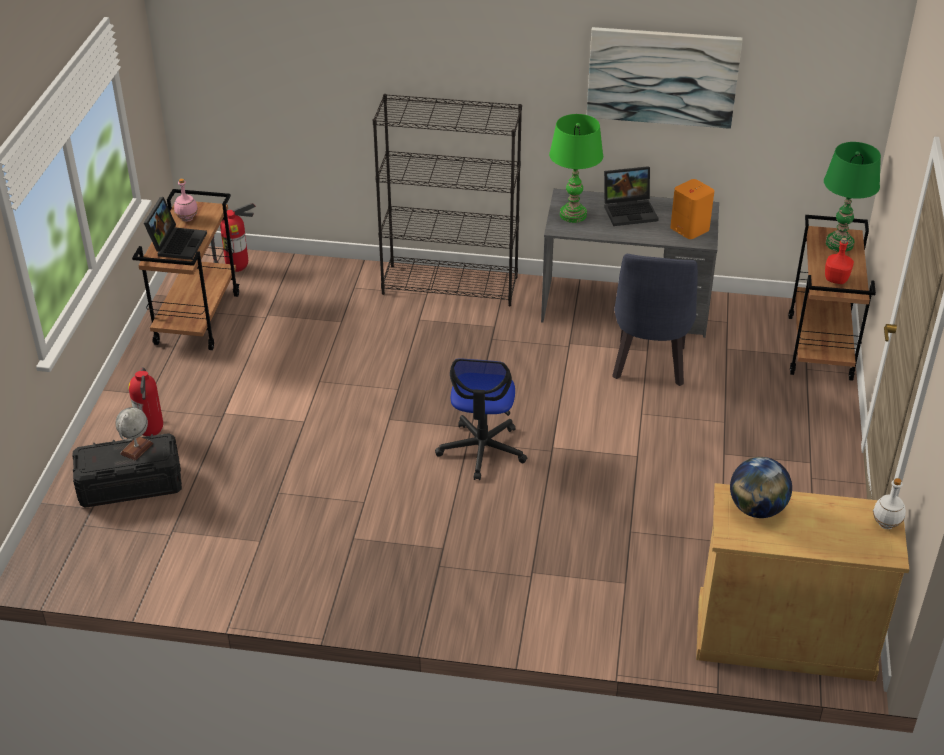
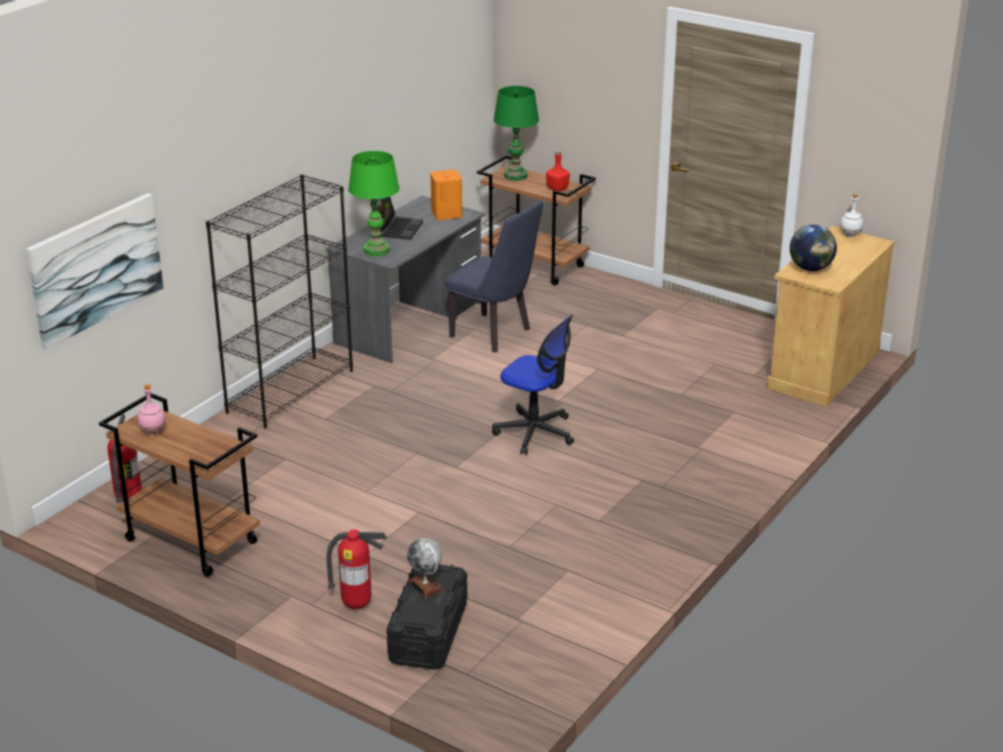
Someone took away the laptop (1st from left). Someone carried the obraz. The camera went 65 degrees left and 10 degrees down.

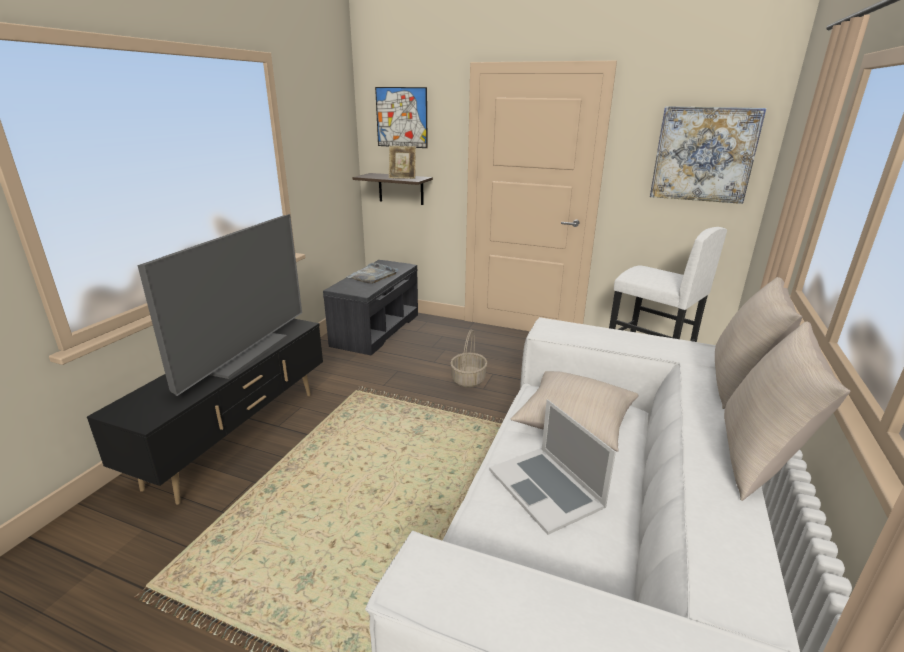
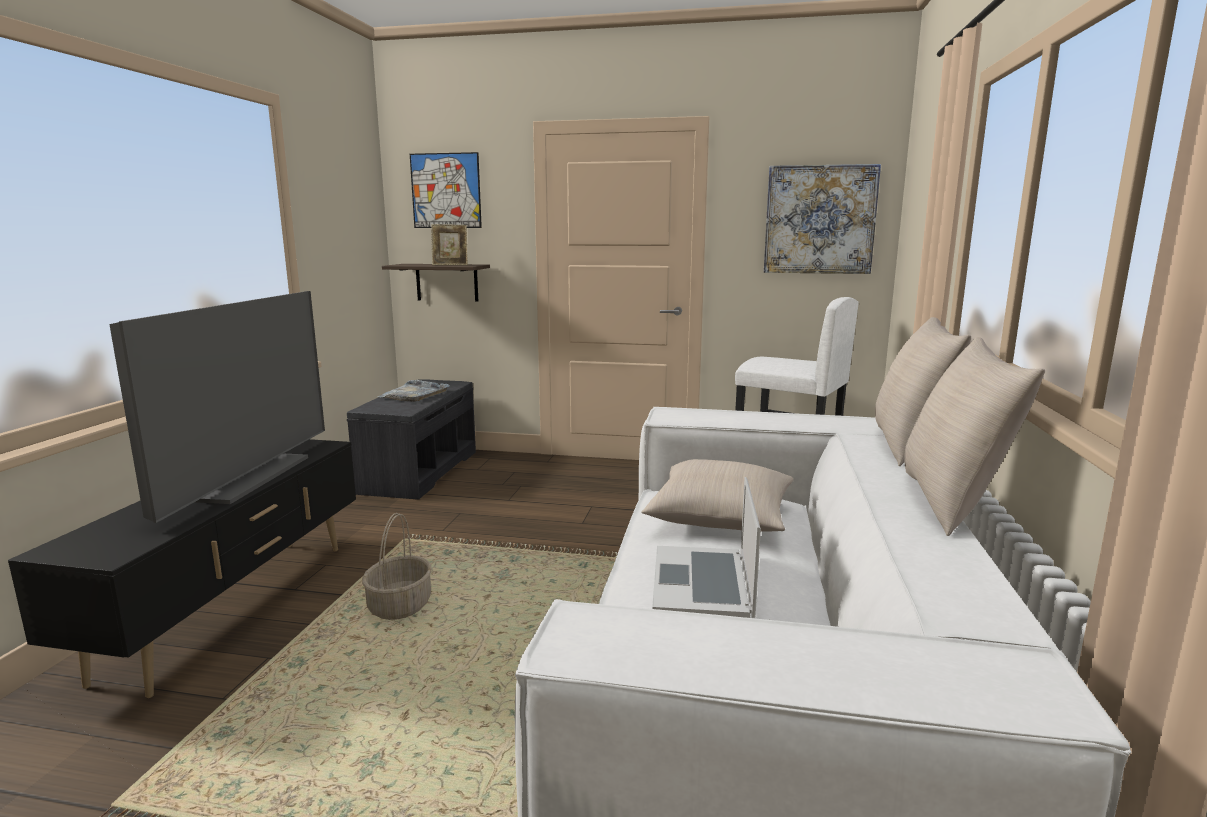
Someone carried the koszyk. Someone rotated the laptop by 45 degrees clockwise. The camera went 10 degrees left and 10 degrees down.

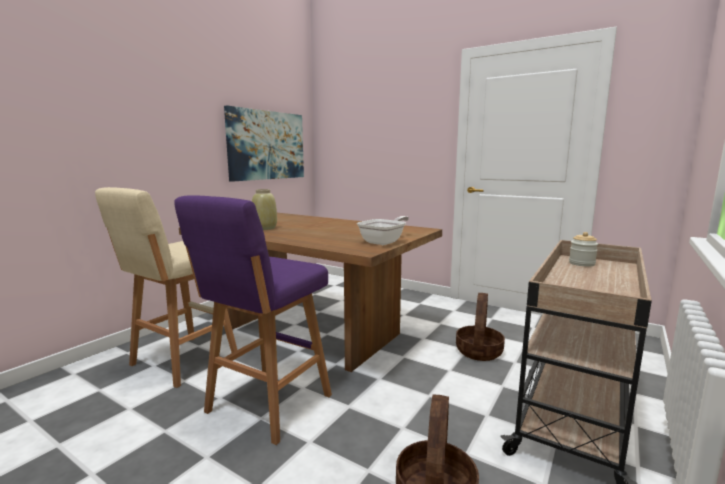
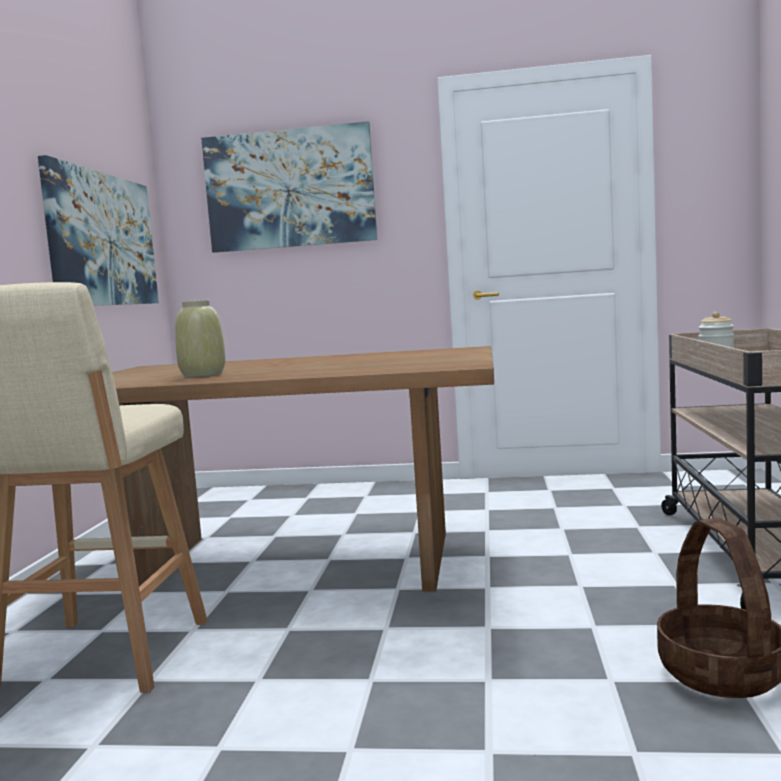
Someone took away the stołek/fioletowy. Someone took away the patelnia. Someone took away the koszyk (2nd from left). Someone put up the obraz (2nd from left). The camera went 25 degrees left and 5 degrees down.

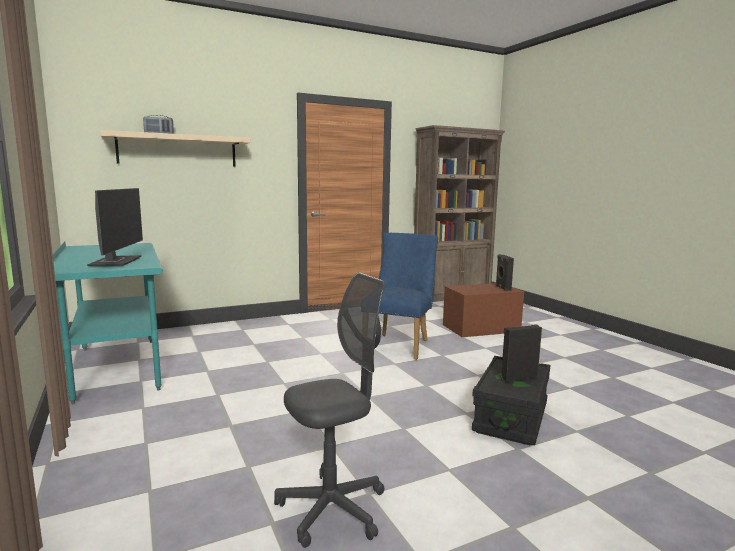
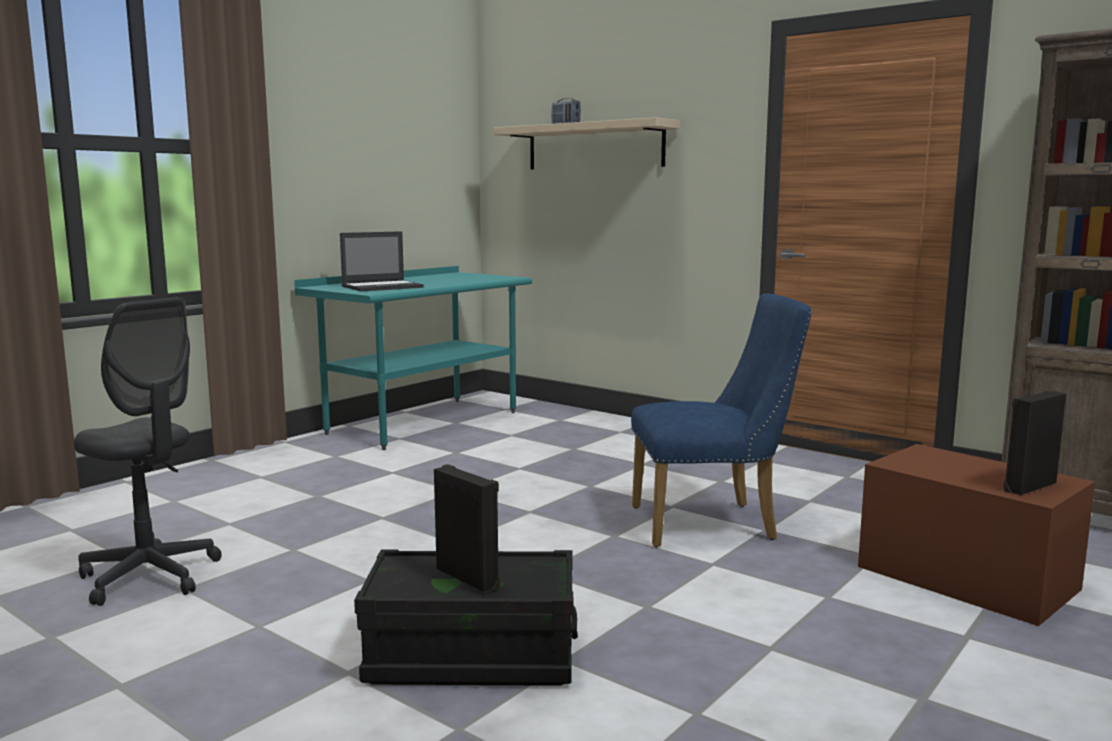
Someone swapped the monitor for the laptop. The camera went 65 degrees right and 0 degrees up.

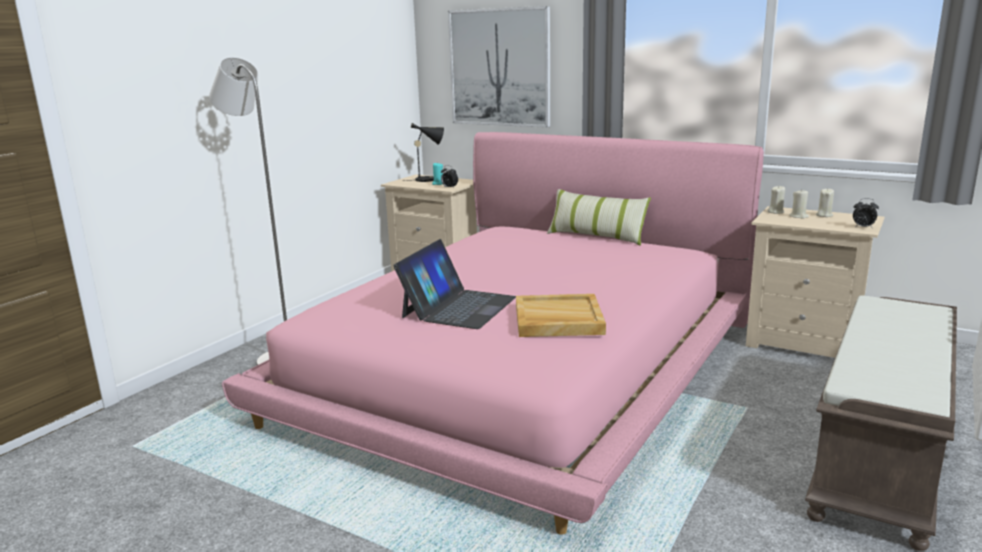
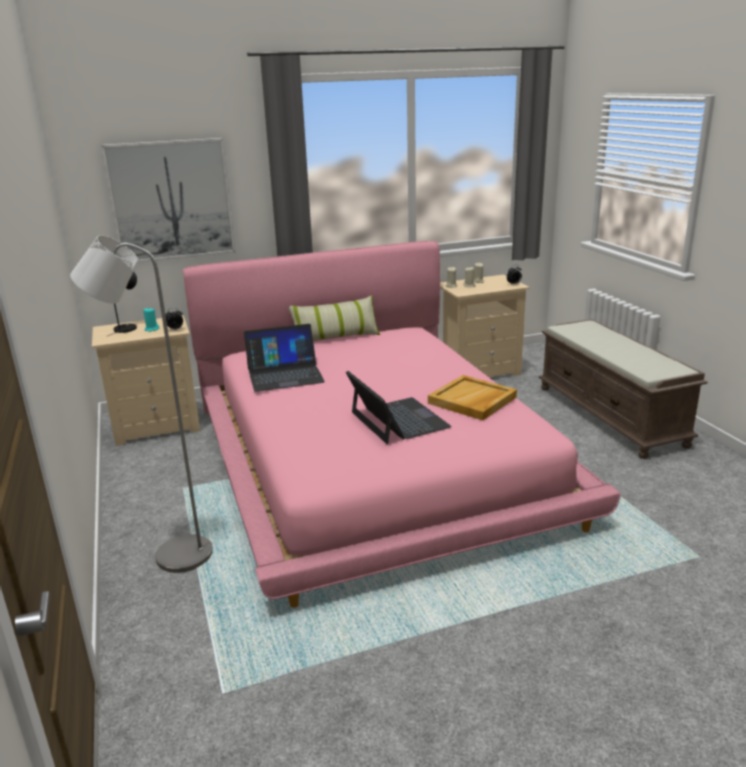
Someone put down the laptop (1st from left). The camera went 50 degrees left and 5 degrees up.

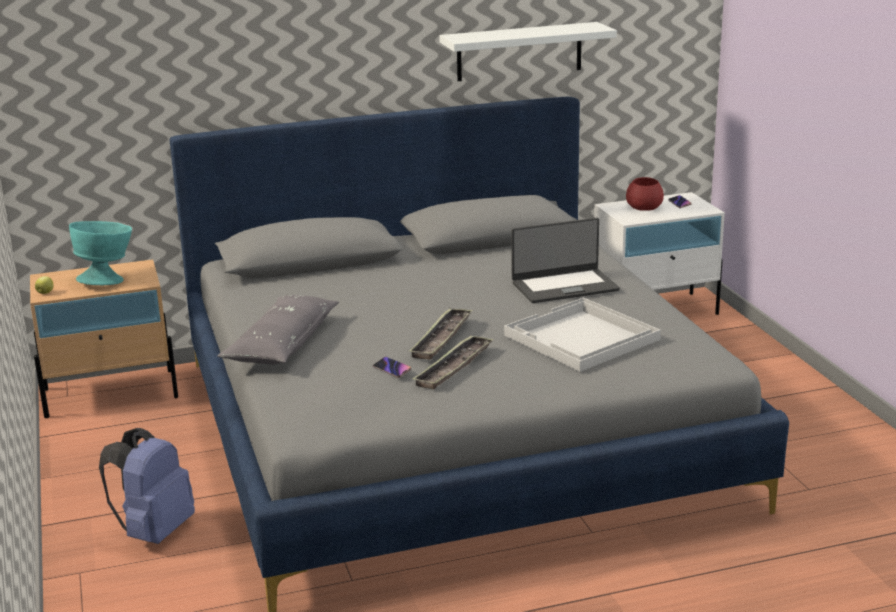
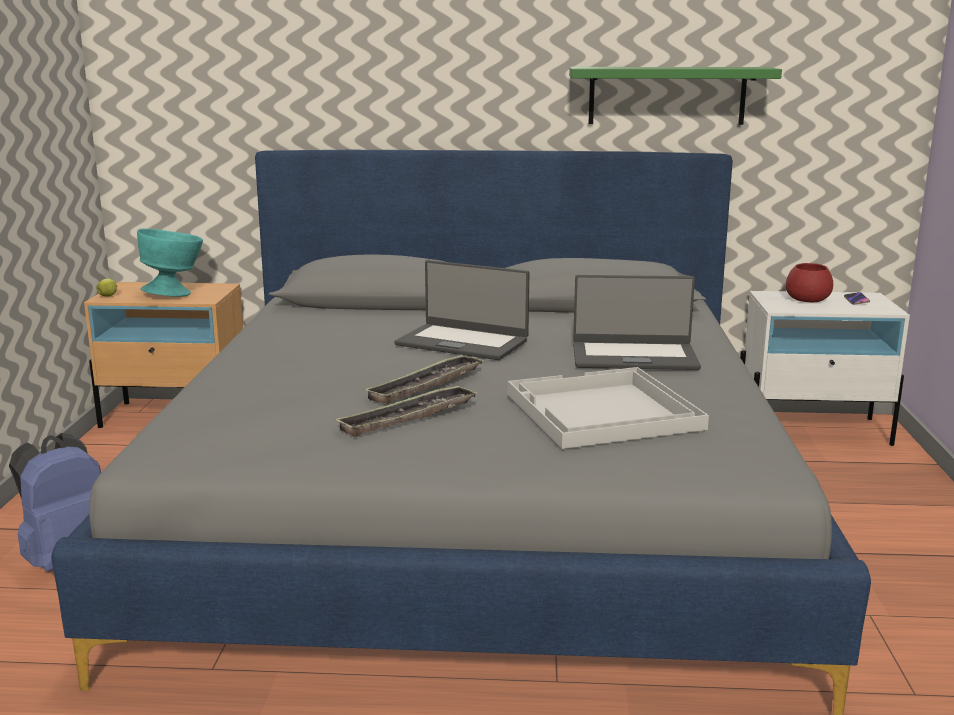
Someone took away the poduszka/szary. Someone took away the telefon (1st from left). Someone repainted the półka/biały, which became the półka/zielony. Someone put down the laptop (1st from left). The camera went 20 degrees right and 5 degrees down.

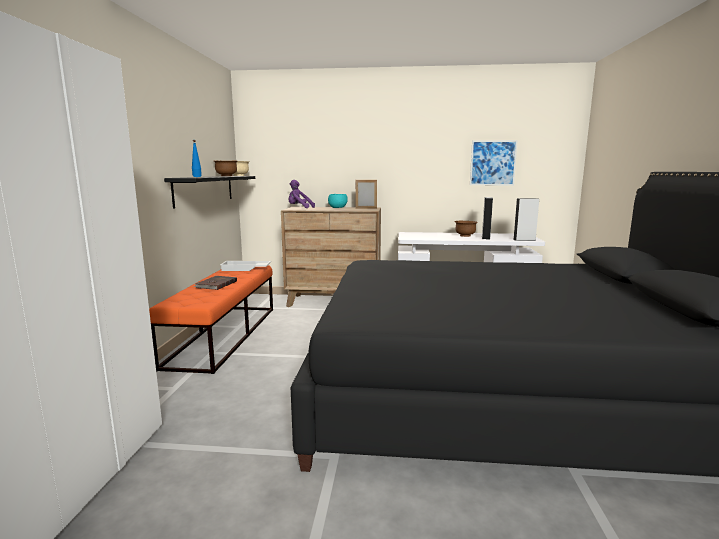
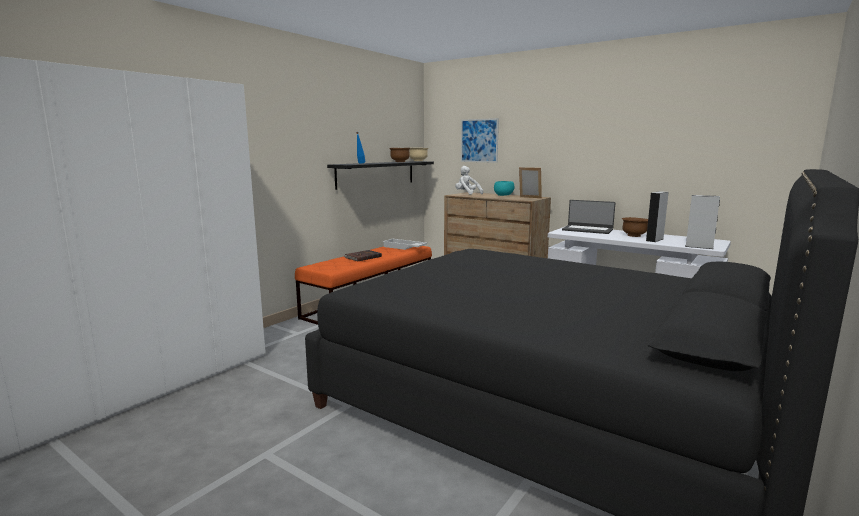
Someone repainted the pluszak/fioletowy, which became the pluszak/biały. Someone carried the obraz. Someone put down the laptop. The camera went 30 degrees right and 0 degrees up.

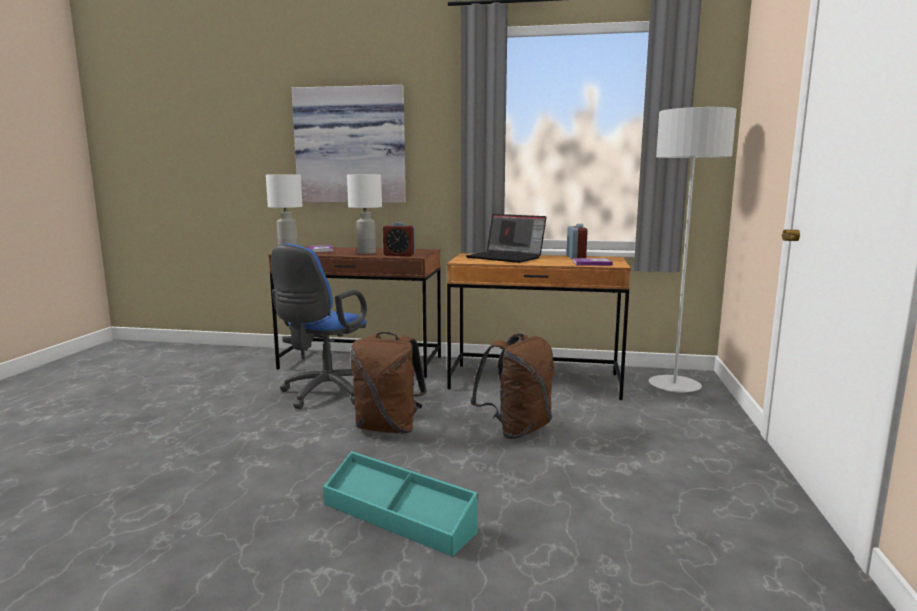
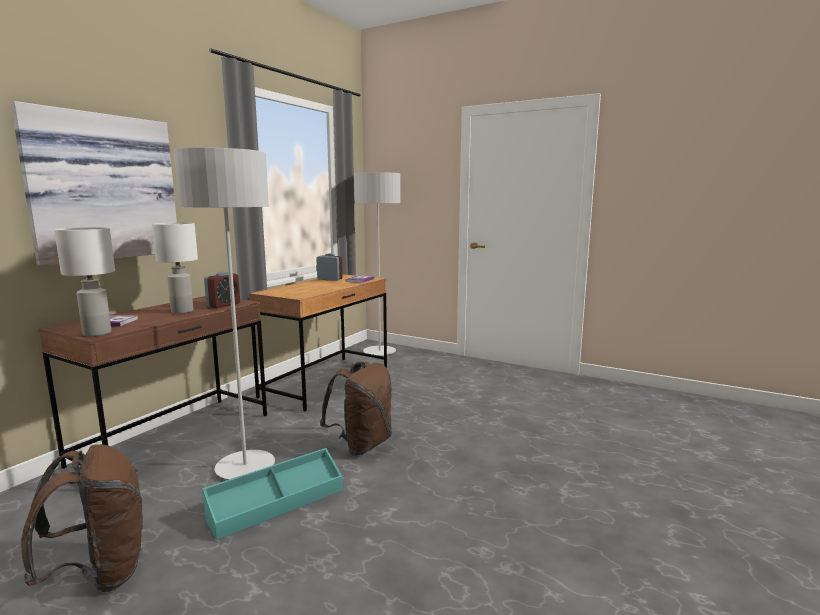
Someone swapped the krzesło biurowe/niebieski for the lampa stojąca/szary (1st from left). Someone carried the pojemnik do przechowywania/turkusowy. Someone took away the laptop. Someone carried the plecak/brązowy (2nd from left in the first image). The camera went 70 degrees left and 0 degrees up.

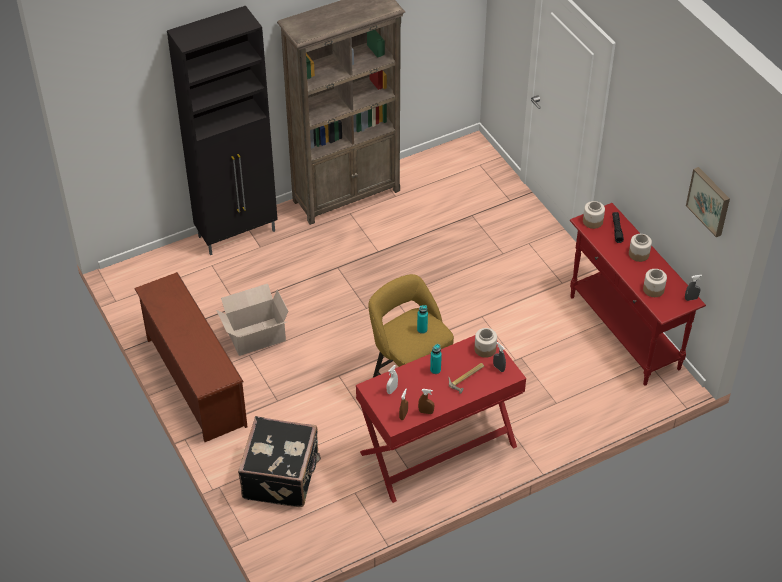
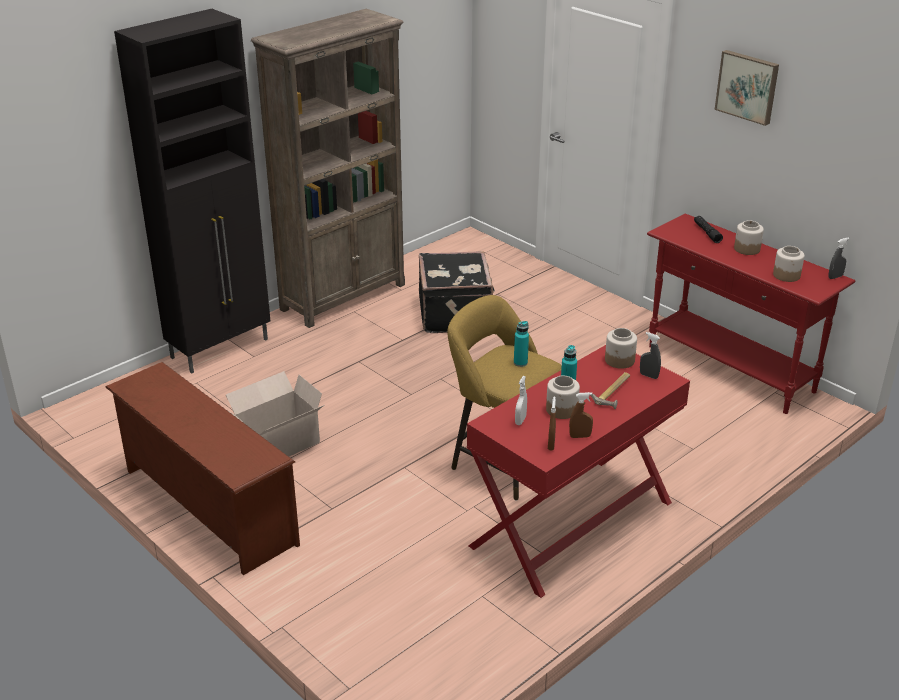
Someone carried the walizka/czarny. Someone carried the słoik (2nd from left in the first image). Someone carried the obraz. The camera went 15 degrees left and 15 degrees down.

